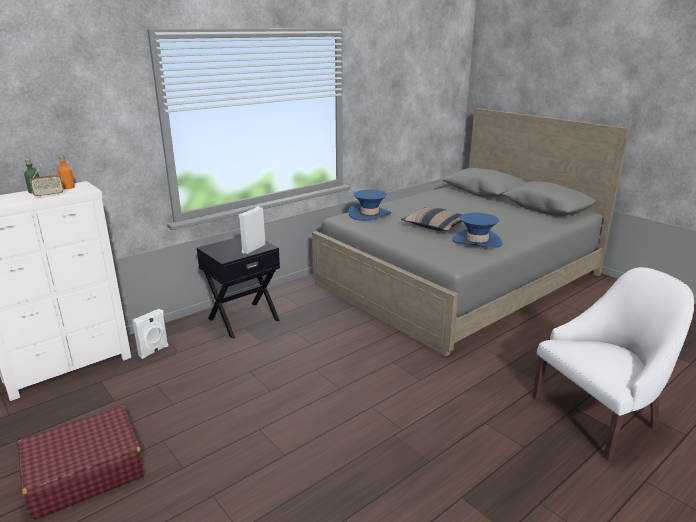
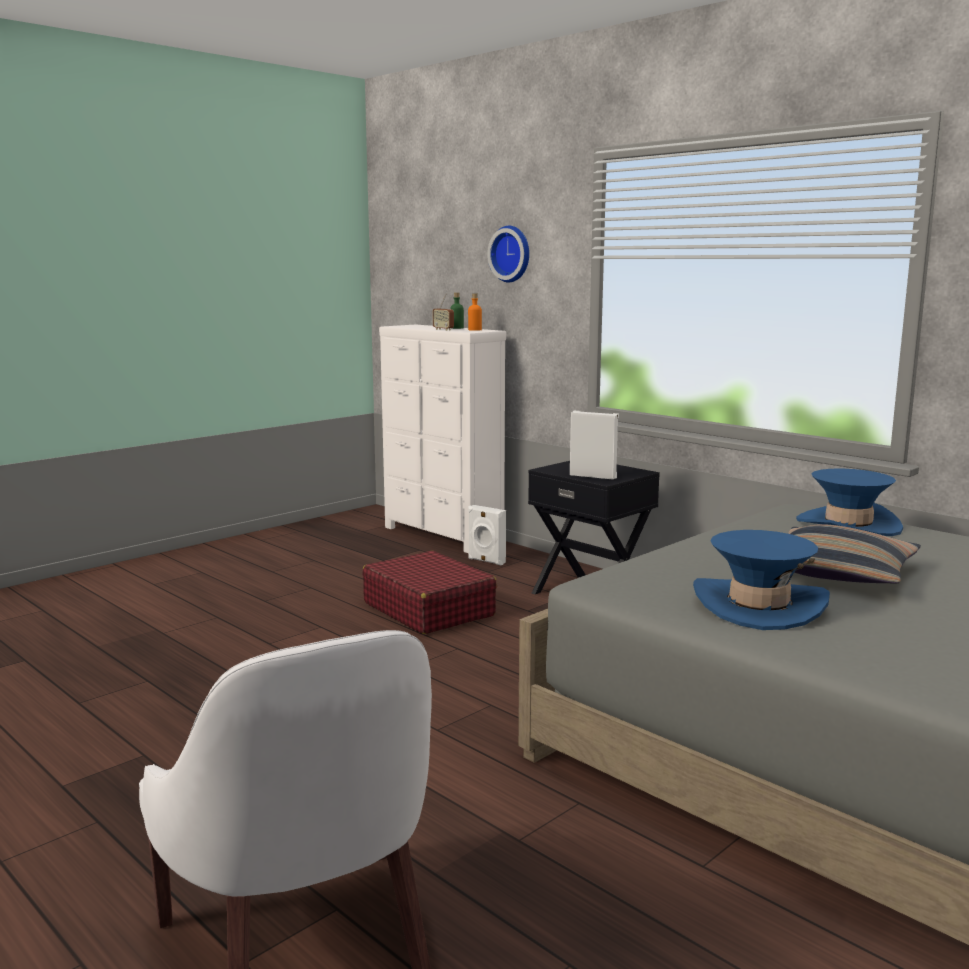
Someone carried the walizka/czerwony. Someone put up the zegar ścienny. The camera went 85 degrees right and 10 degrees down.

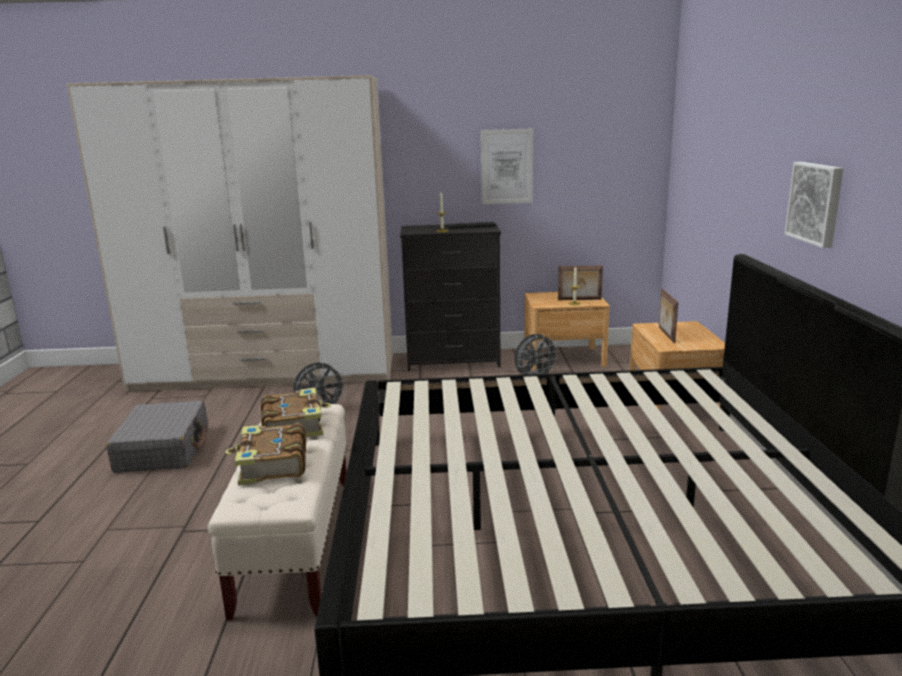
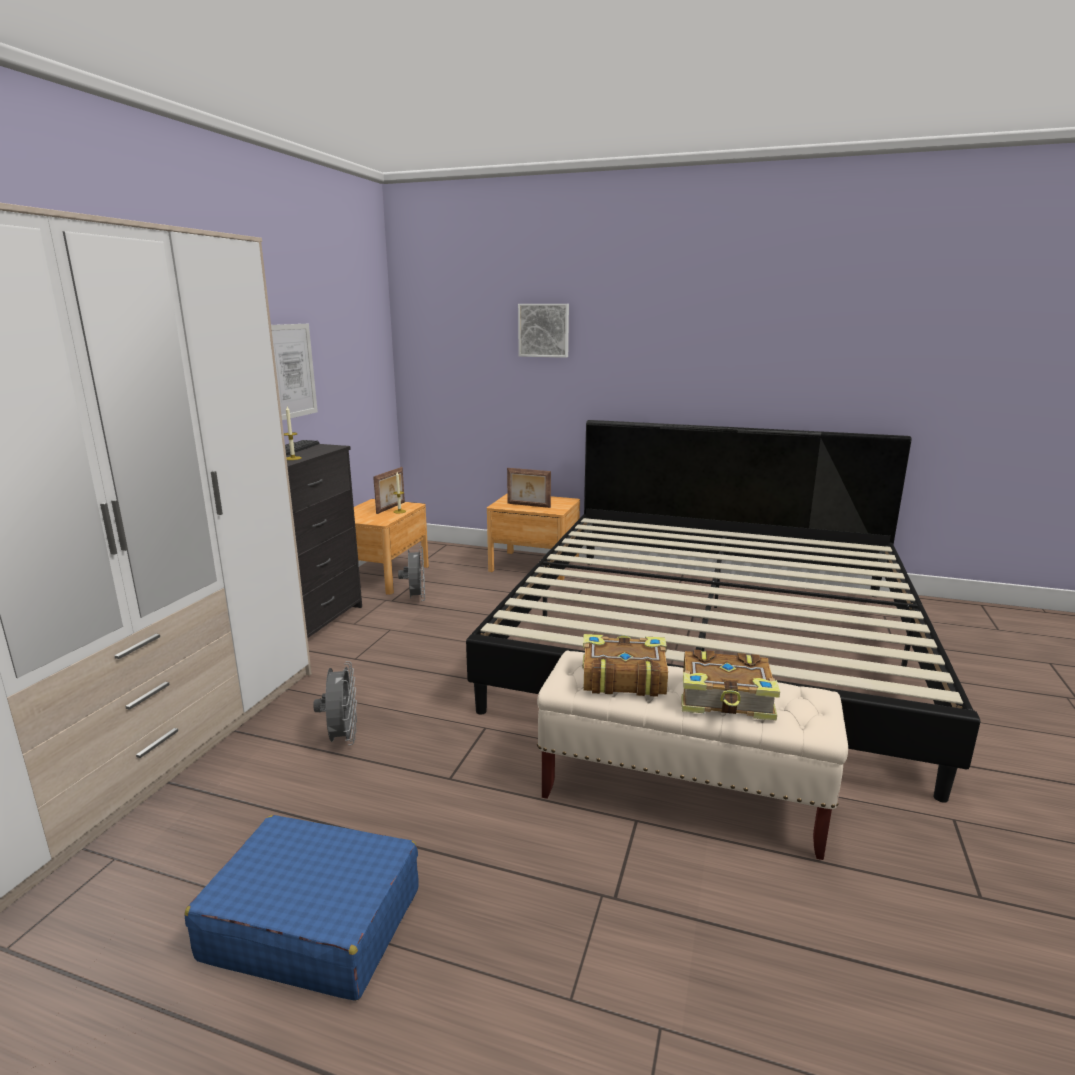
Someone repainted the walizka/szary, which became the walizka/niebieski. Someone carried the obraz (2nd from left). The camera went 70 degrees left and 0 degrees up.

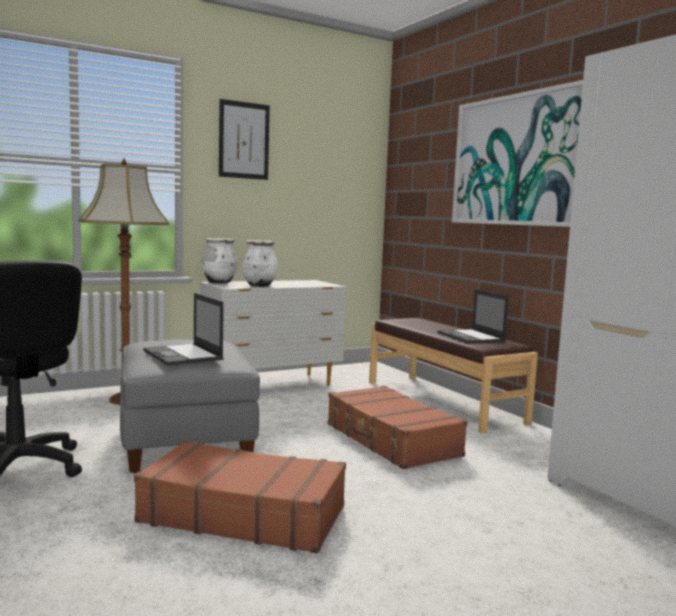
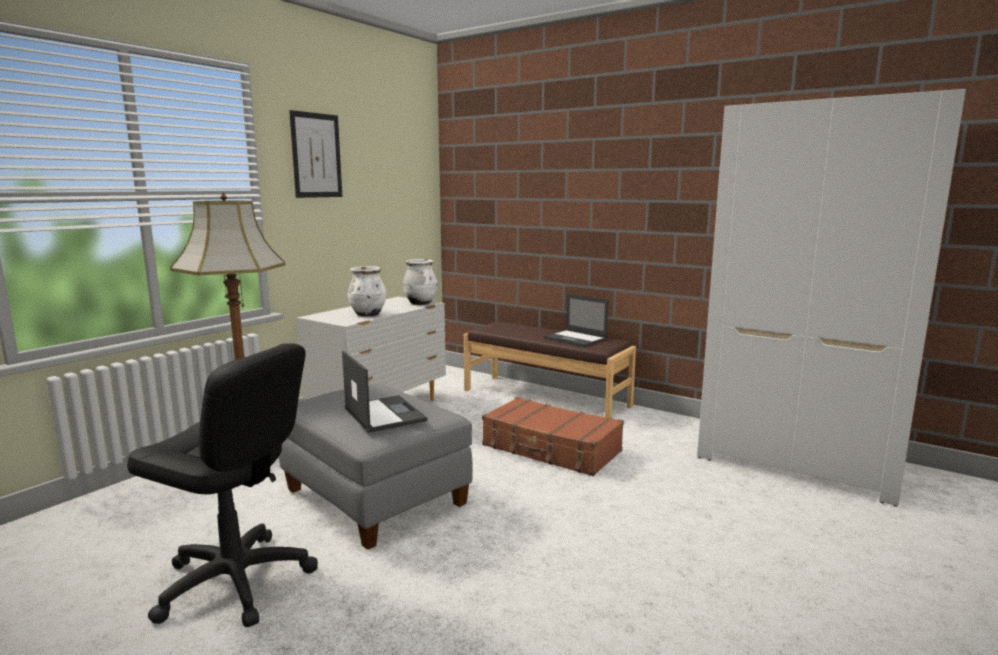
Someone took away the walizka/brązowy (1st from left). Someone rotated the laptop (1st from left) by 150 degrees counterclockwise. Someone carried the wazon/biały (1st from left in the first image). Someone took away the obraz (2nd from left). The camera went 25 degrees left and 5 degrees up.

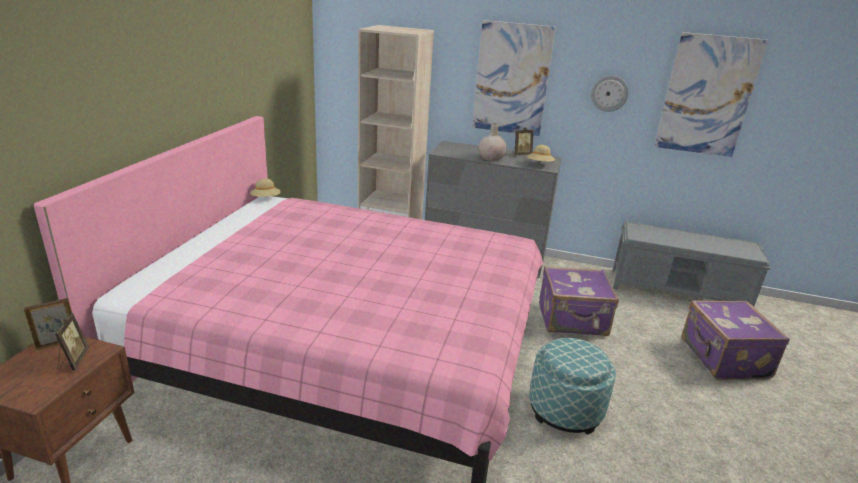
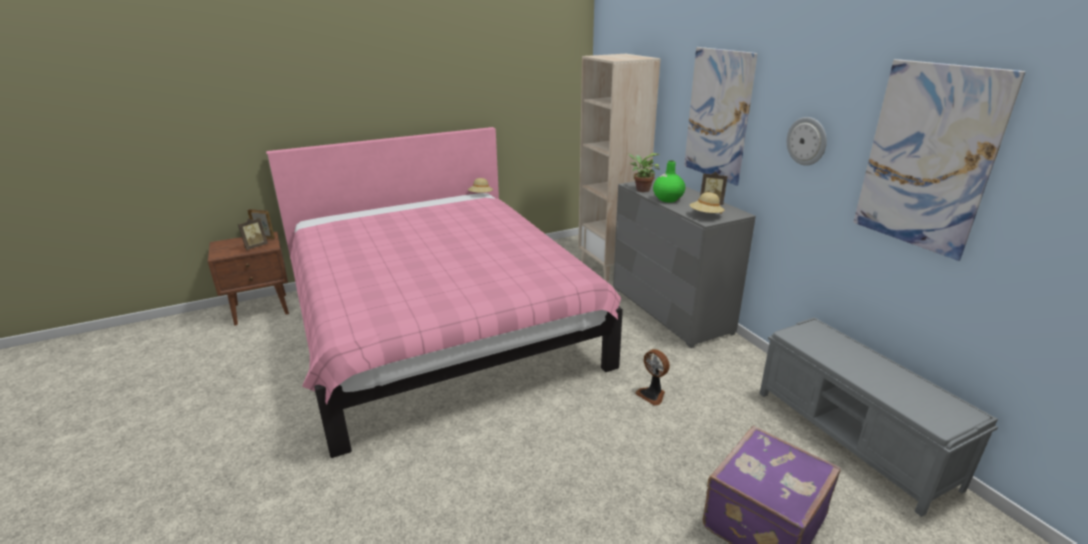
Someone repainted the wazon/beżowy, which became the wazon/zielony. Someone took away the pufa. Someone swapped the walizka/fioletowy (1st from left) for the wentylator. Someone put down the roślina doniczkowa. The camera went 50 degrees right and 0 degrees up.

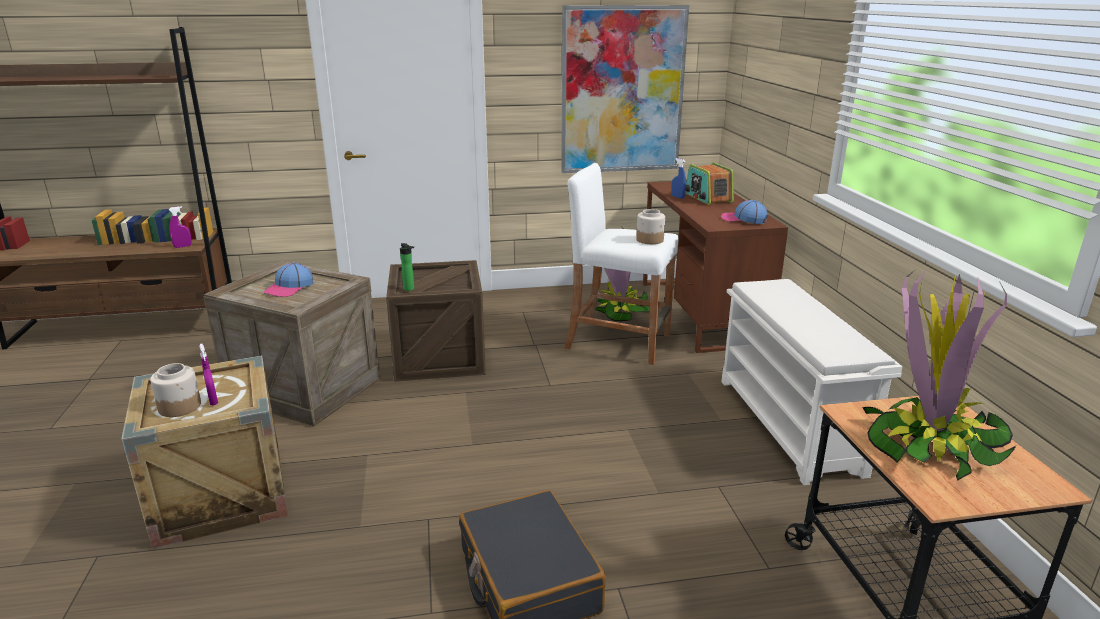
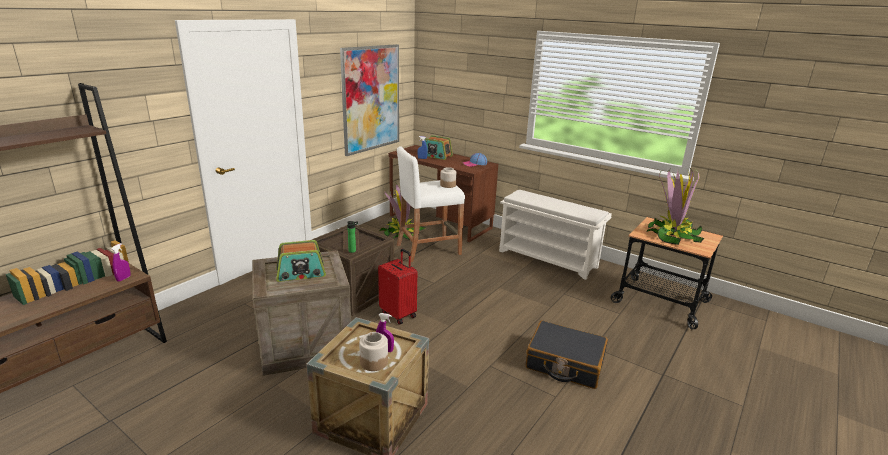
Someone swapped the czapka z daszkiem (1st from left) for the radio (1st from left). Someone put down the walizka/czerwony. The camera went 45 degrees left and 0 degrees up.

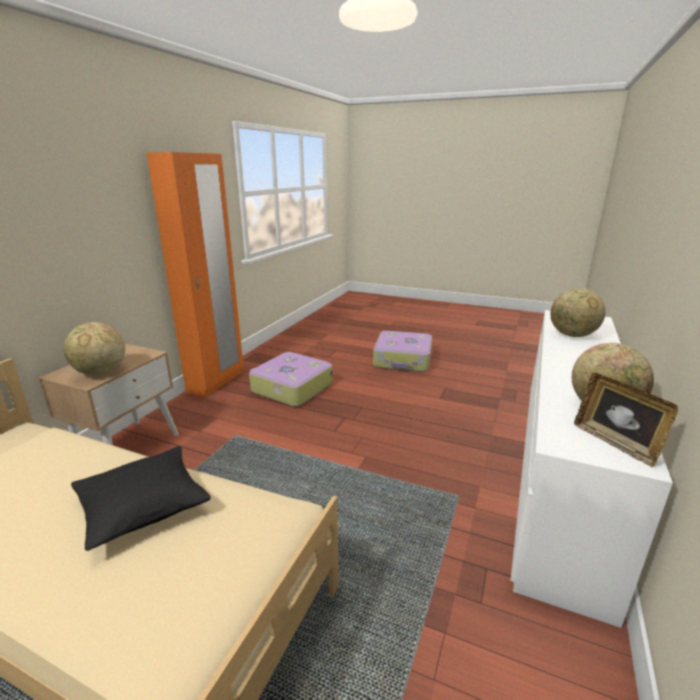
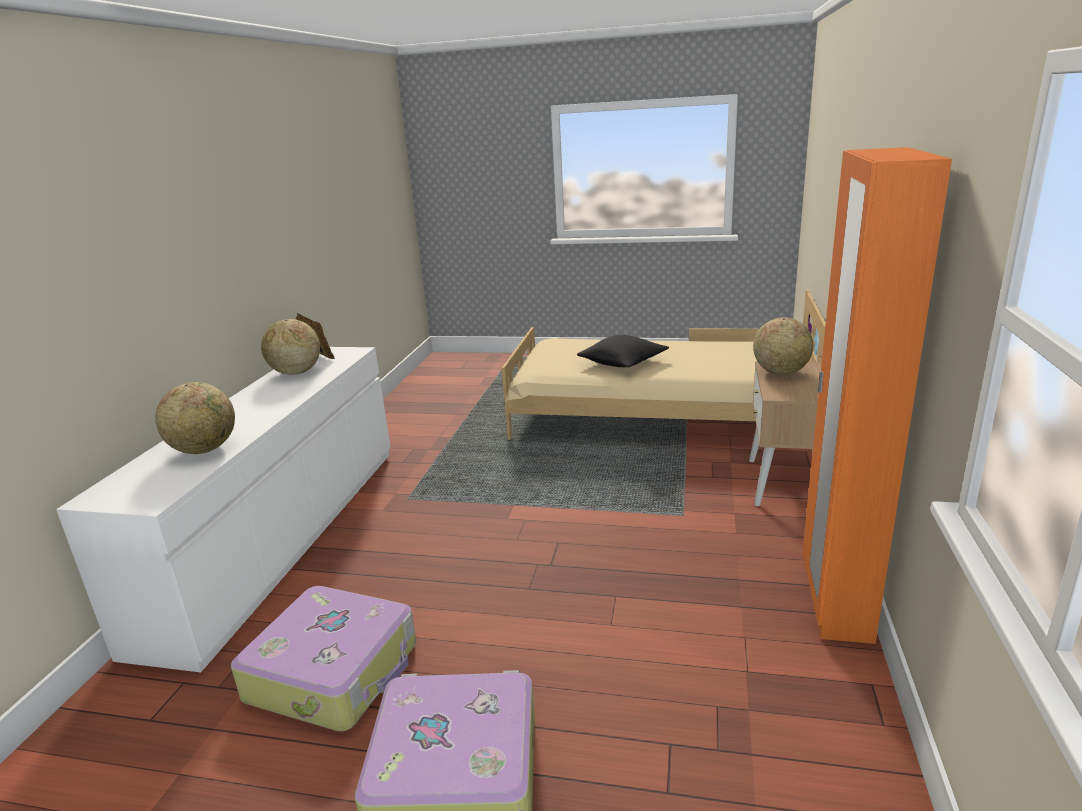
Someone carried the walizka (1st from left). The camera went 170 degrees right and 0 degrees up.

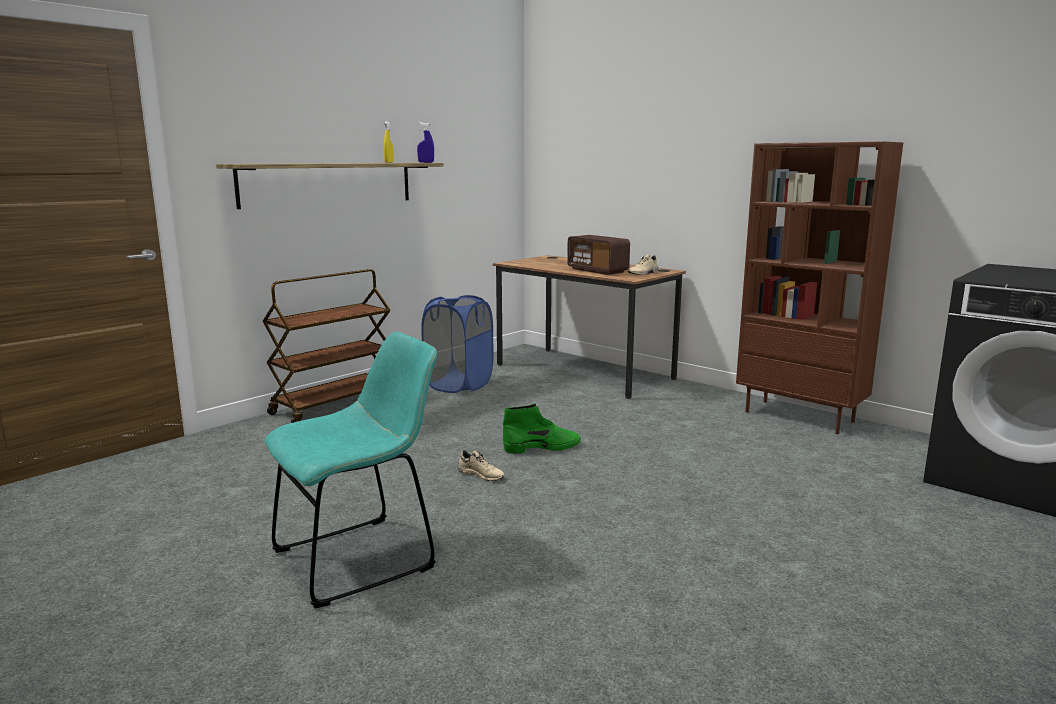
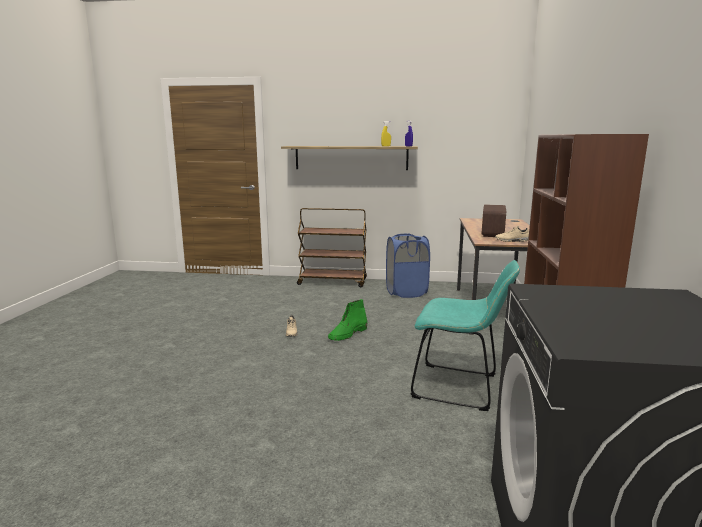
Someone carried the krzesło/turkusowy. Someone rotated the but z cholewką/zielony by 90 degrees clockwise. The camera went 55 degrees right and 0 degrees up.

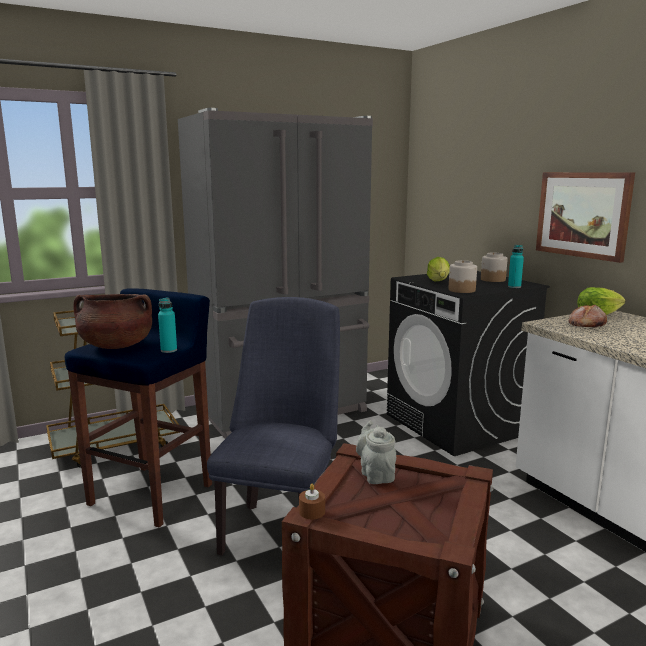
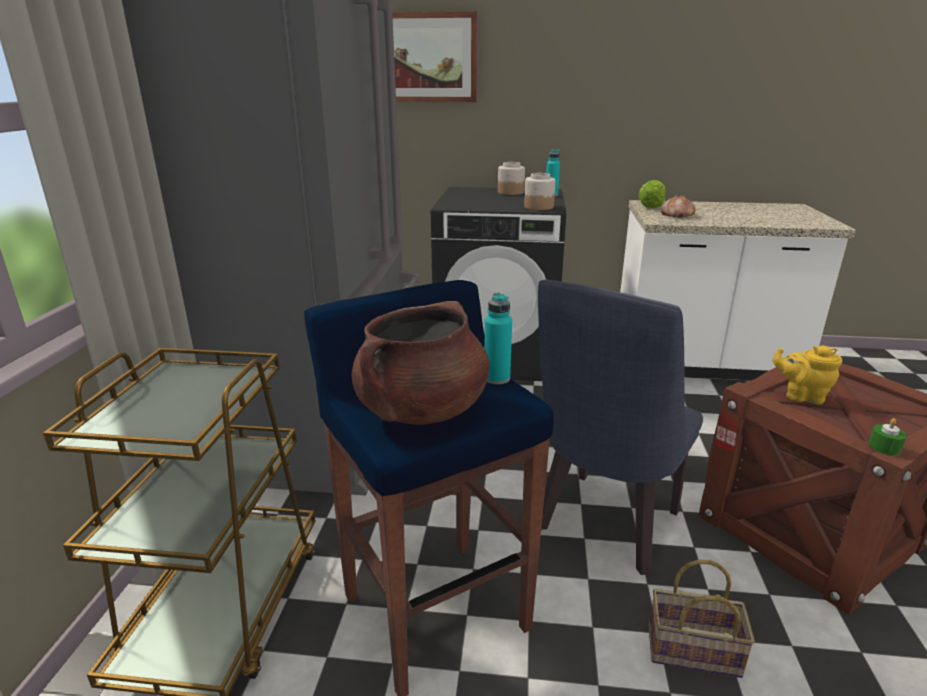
Someone rotated the krzesło/niebieski by 105 degrees counterclockwise. Someone repainted the świeca/brązowy, which became the świeca/zielony. Someone repainted the imbryk/szary, which became the imbryk/żółty. Someone took away the sałata (1st from left). Someone carried the obraz. Someone put down the koszyk. The camera went 55 degrees left and 10 degrees up.

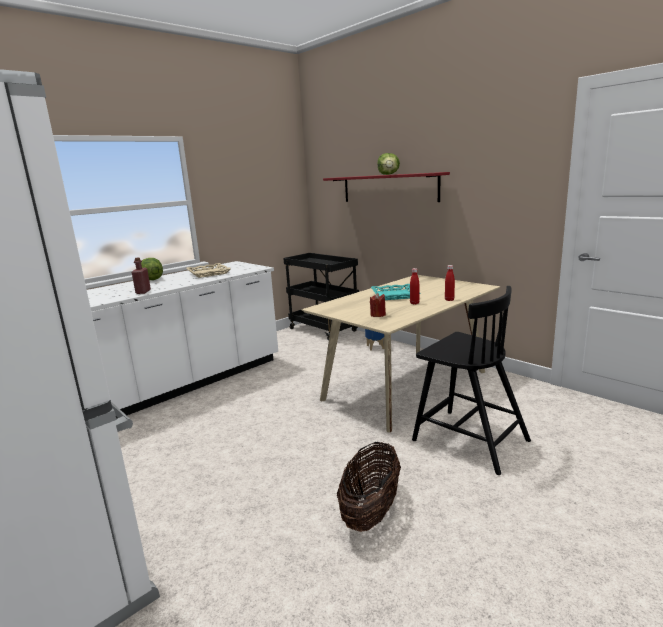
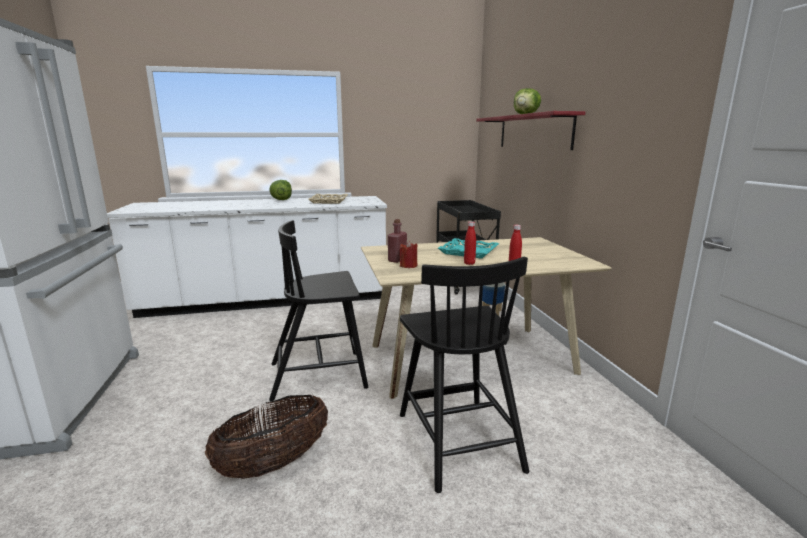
Someone carried the butelka/czerwony (1st from left). Someone put down the krzesło/czarny (1st from left). The camera went 30 degrees right and 0 degrees up.

